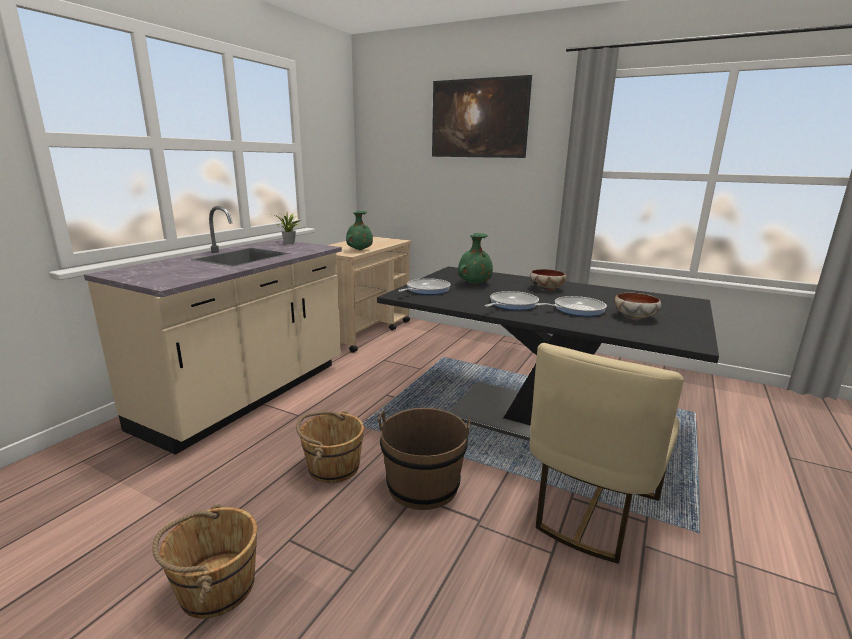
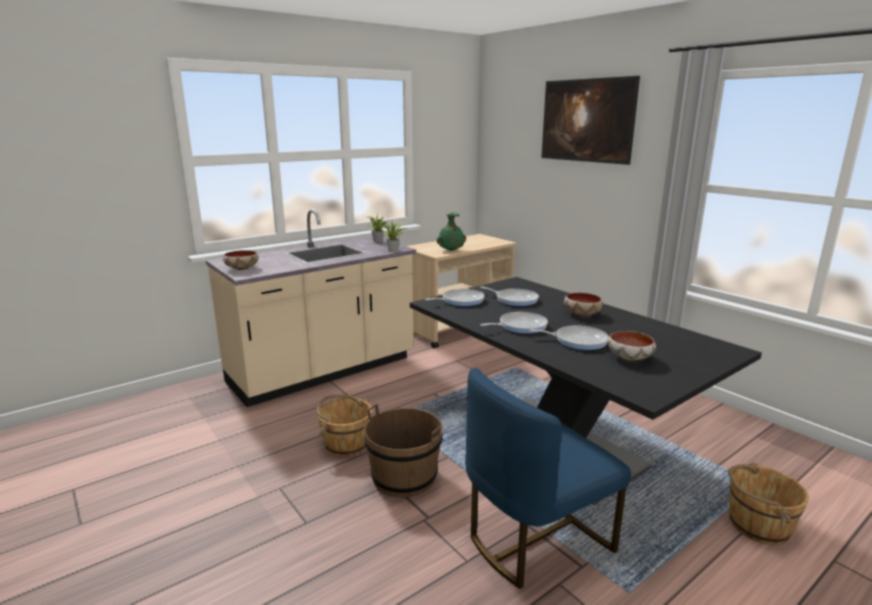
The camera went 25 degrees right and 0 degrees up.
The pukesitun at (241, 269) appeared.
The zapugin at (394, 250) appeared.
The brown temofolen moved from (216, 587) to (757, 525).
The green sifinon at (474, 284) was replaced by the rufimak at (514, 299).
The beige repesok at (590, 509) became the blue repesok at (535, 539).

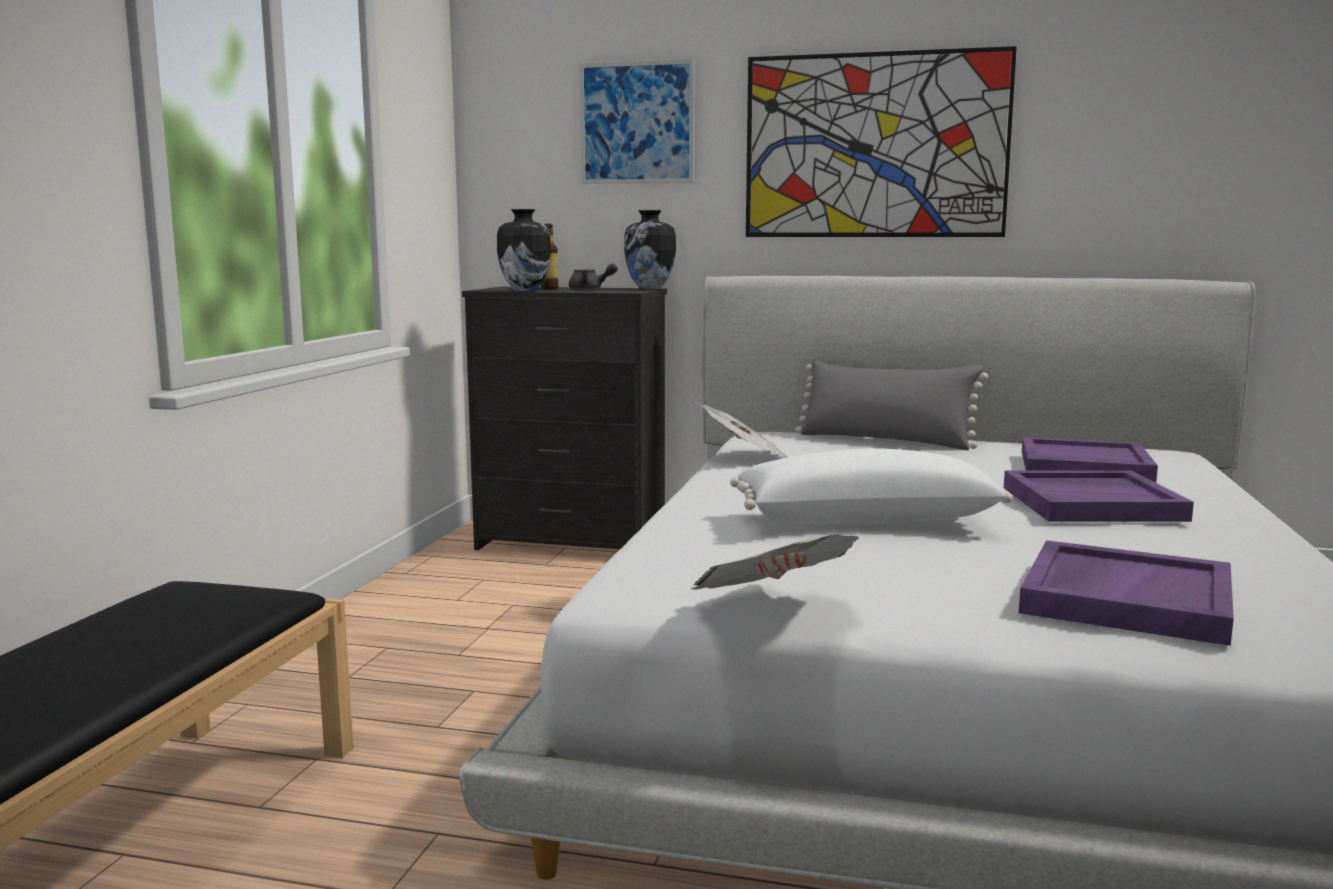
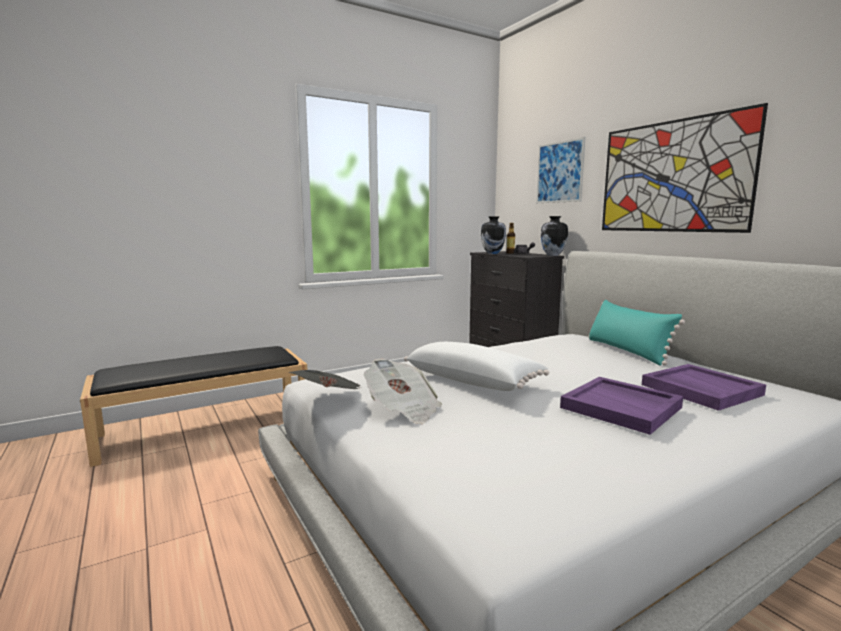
The camera went 45 degrees right and 0 degrees up.
The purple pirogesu at (1125, 598) disappeared.
The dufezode moved from (745, 457) to (403, 409).
The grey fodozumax at (885, 440) became the turquoise fodozumax at (627, 351).

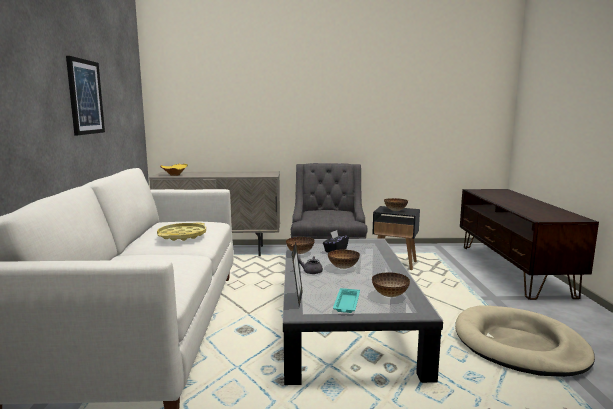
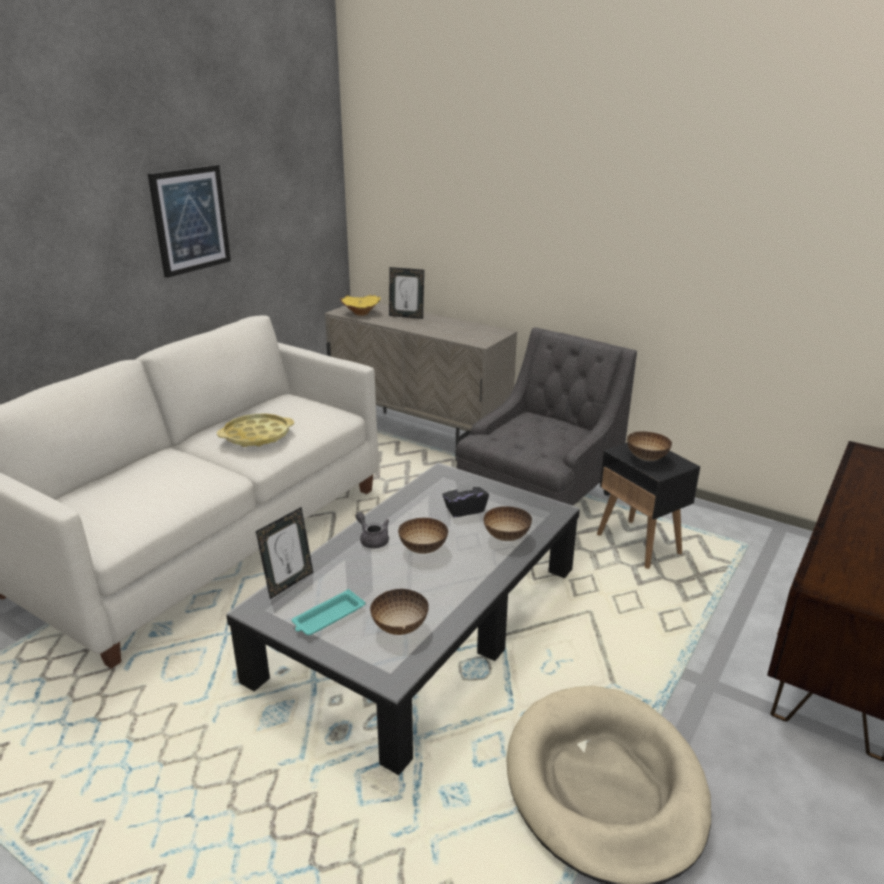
The camera went 35 degrees right and 15 degrees up.
The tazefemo at (406, 316) appeared.
The pukesitun moved from (300, 253) to (506, 536).

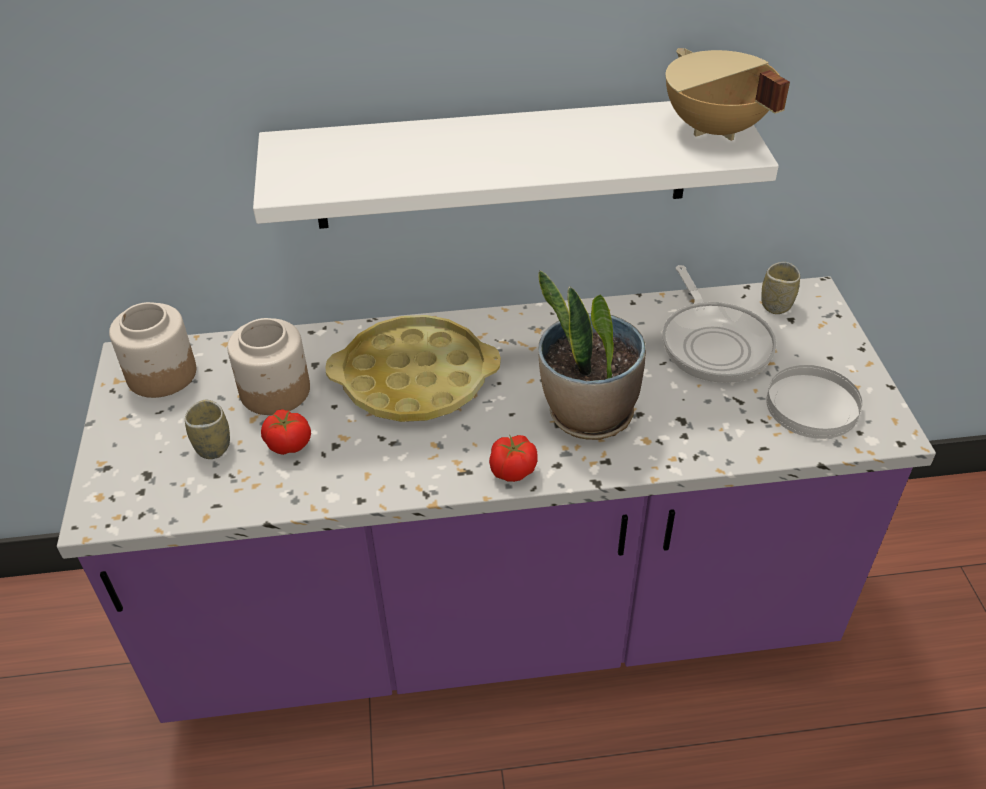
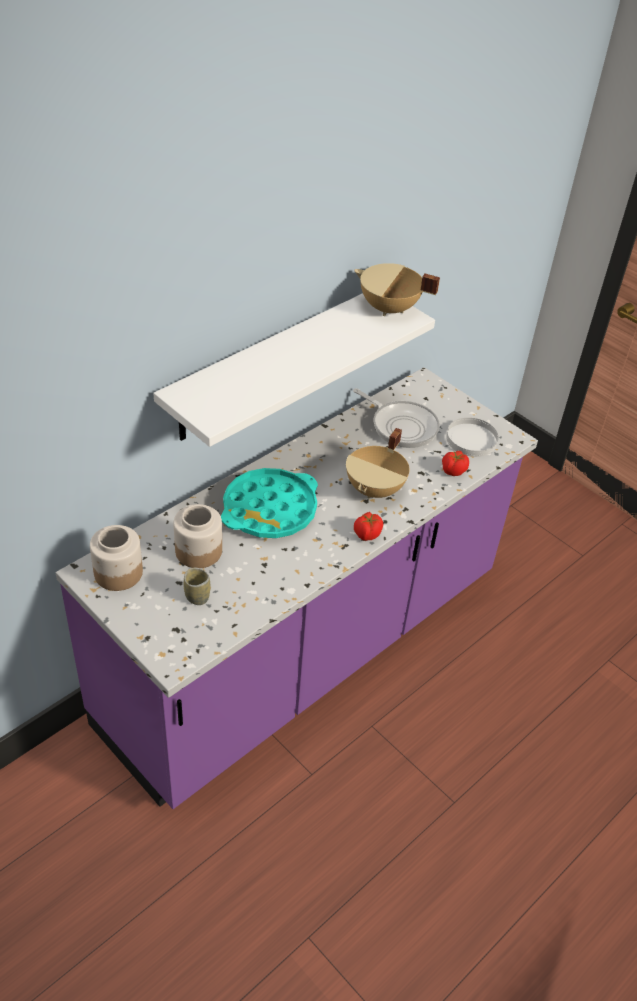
The camera went 40 degrees left and 0 degrees up.
The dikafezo at (776, 305) disappeared.
The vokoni moved from (289, 445) to (453, 471).
The zapugin at (588, 415) was replaced by the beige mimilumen at (376, 489).
The yellow pirogesu at (415, 379) became the turquoise pirogesu at (270, 510).

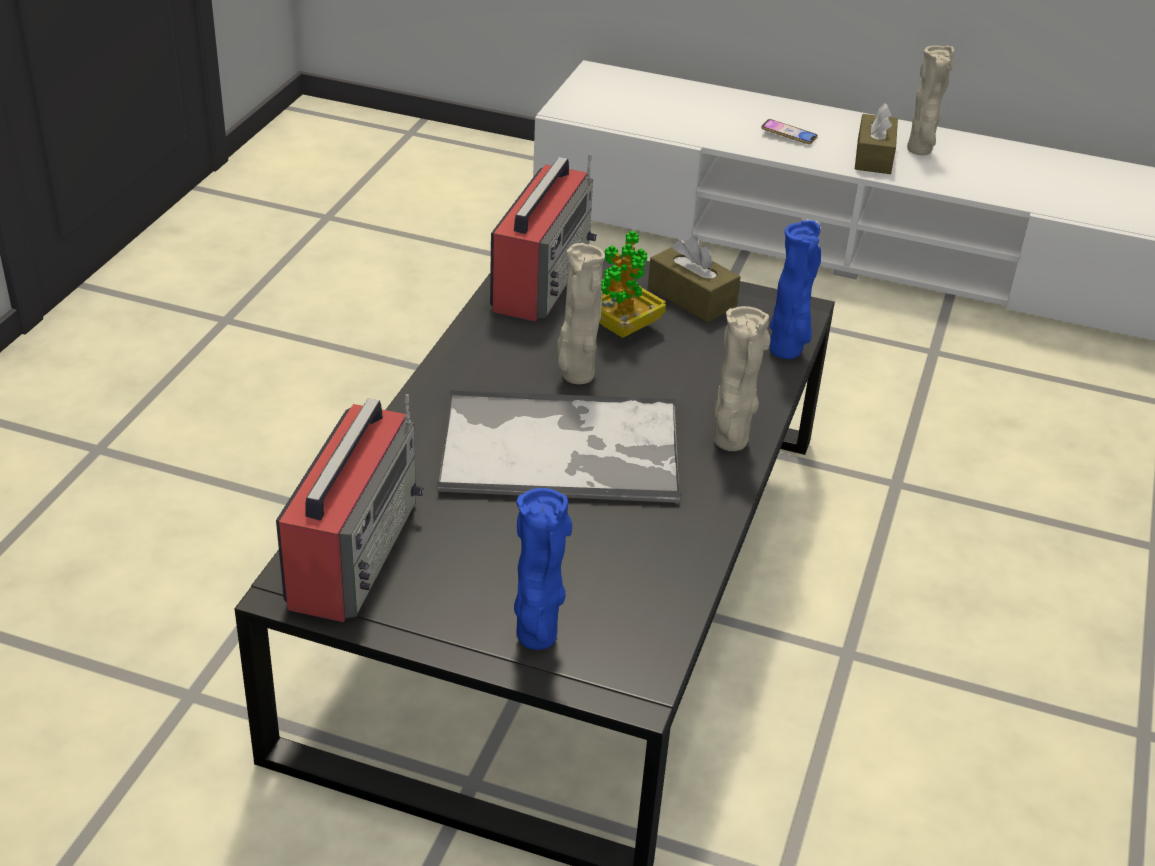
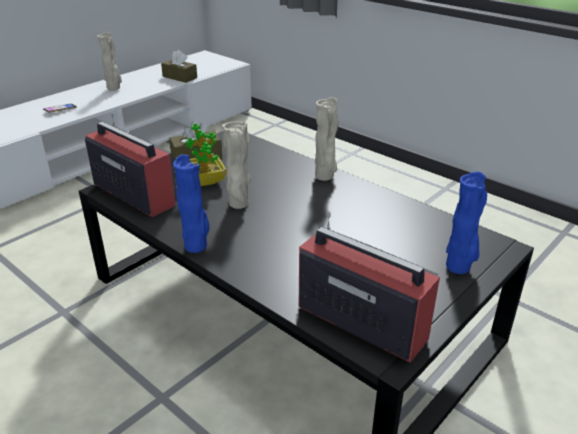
The camera went 65 degrees left and 5 degrees down.
The pirogesu at (563, 449) disappeared.
The blue sifinon moved from (787, 351) to (197, 246).
The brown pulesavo moved from (874, 157) to (180, 77).

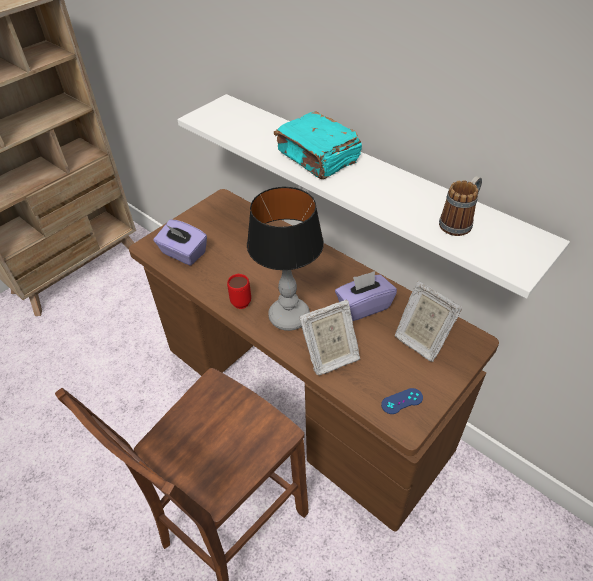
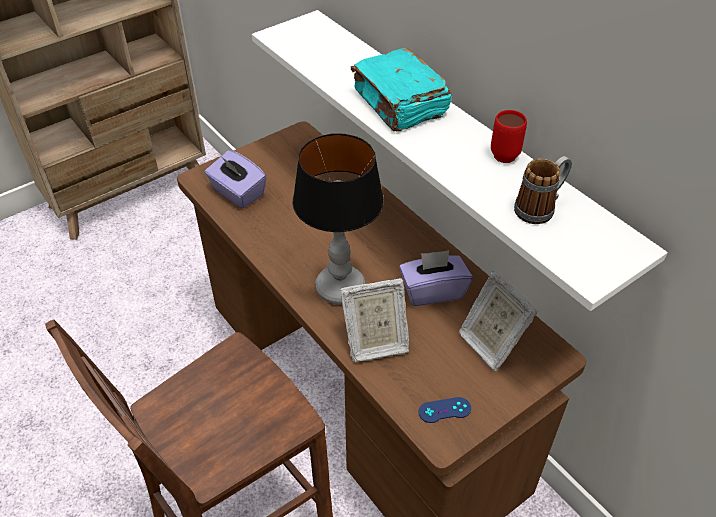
The camera went 10 degrees right and 0 degrees up.
The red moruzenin moved from (241, 300) to (504, 152).

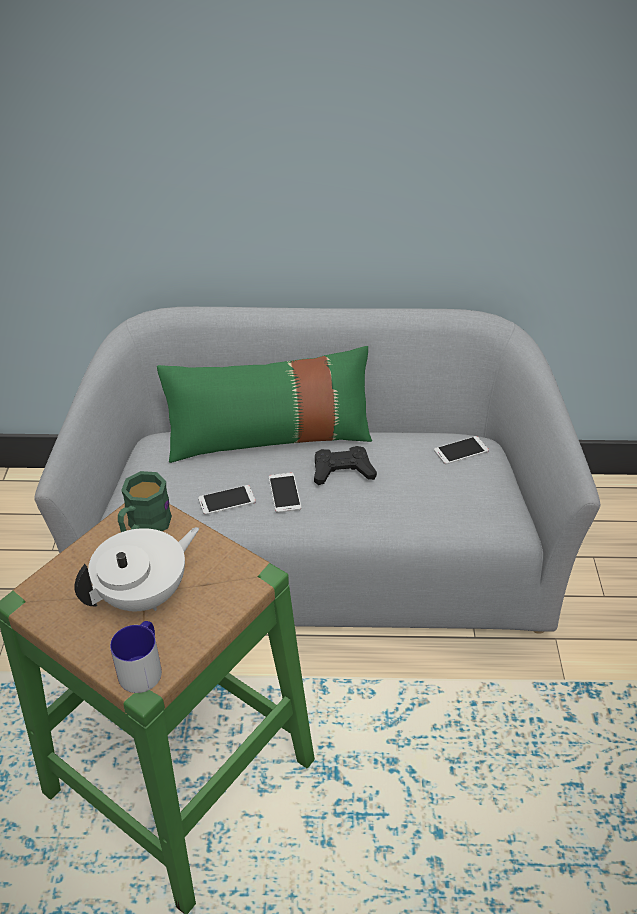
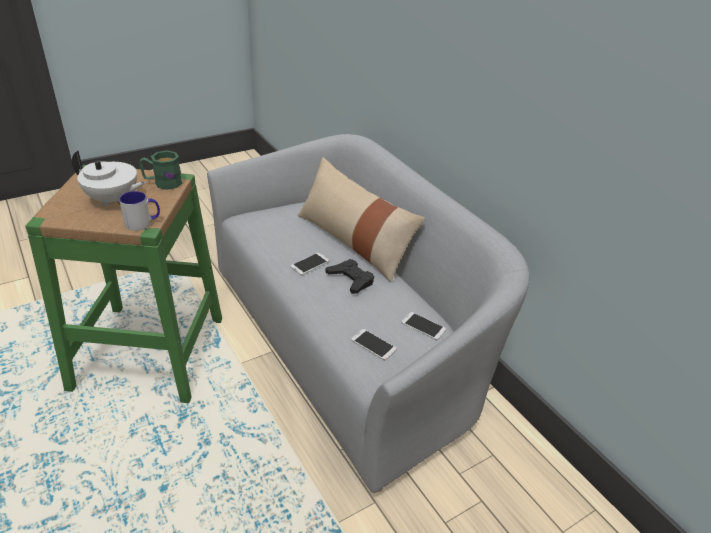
The camera went 55 degrees right and 5 degrees down.
The moruzenin moved from (143, 667) to (143, 223).
The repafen moved from (227, 500) to (373, 345).
The green fodozumax at (269, 437) became the beige fodozumax at (353, 241).

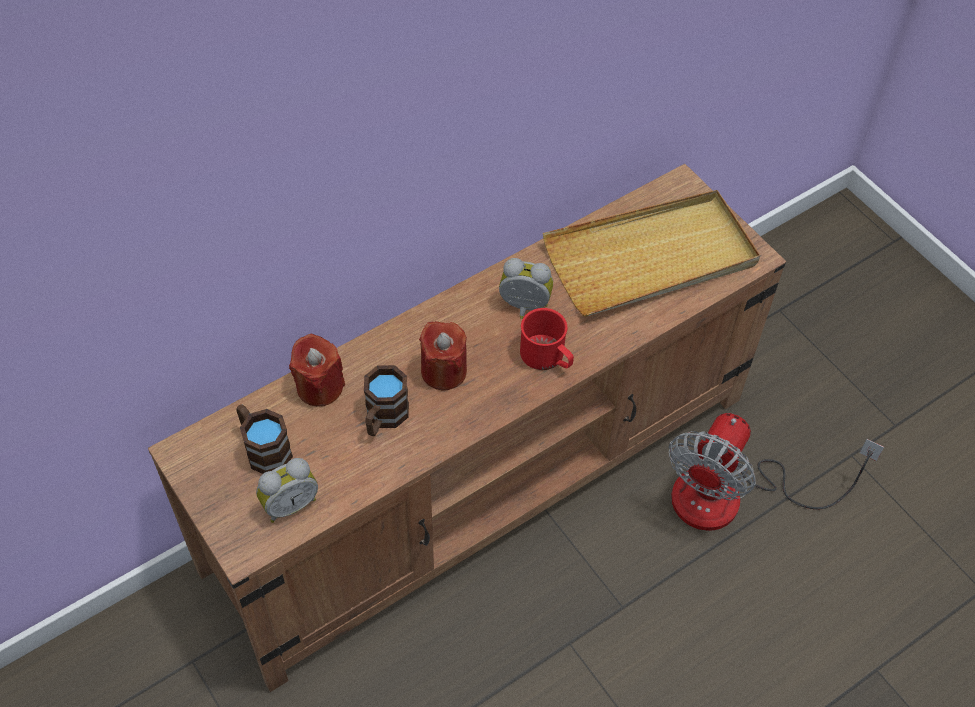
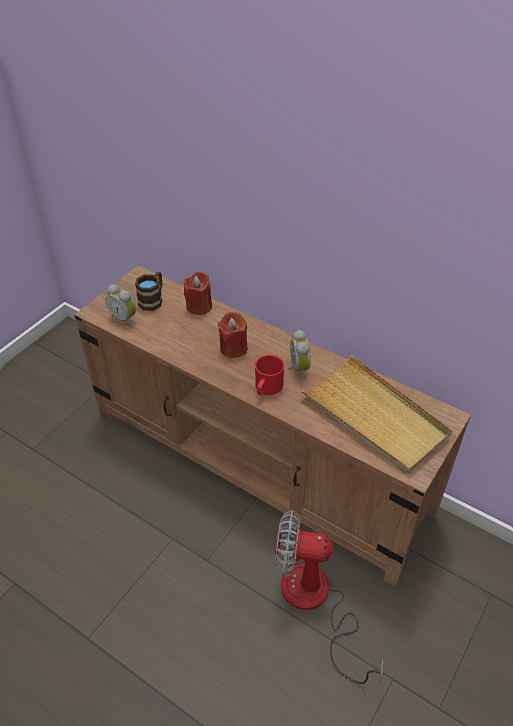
The camera went 70 degrees right and 10 degrees down.
The brown moruzenin at (383, 418) disappeared.

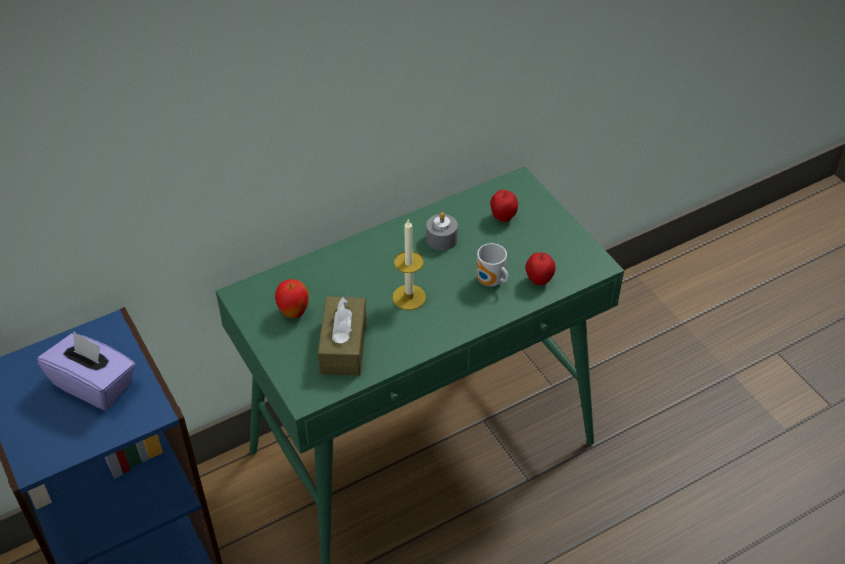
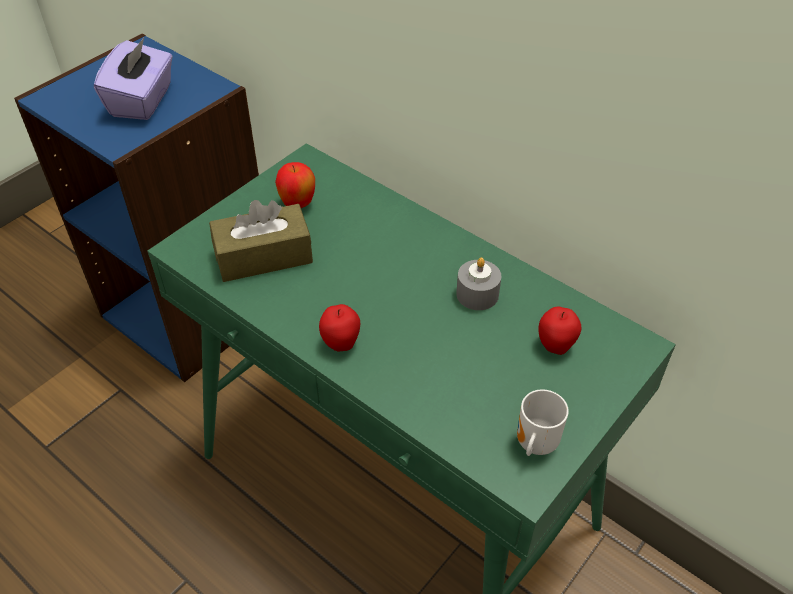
The camera went 70 degrees right and 0 degrees up.
The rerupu at (409, 297) disappeared.
The moruzenin moved from (491, 282) to (533, 444).
The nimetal moved from (538, 280) to (341, 343).

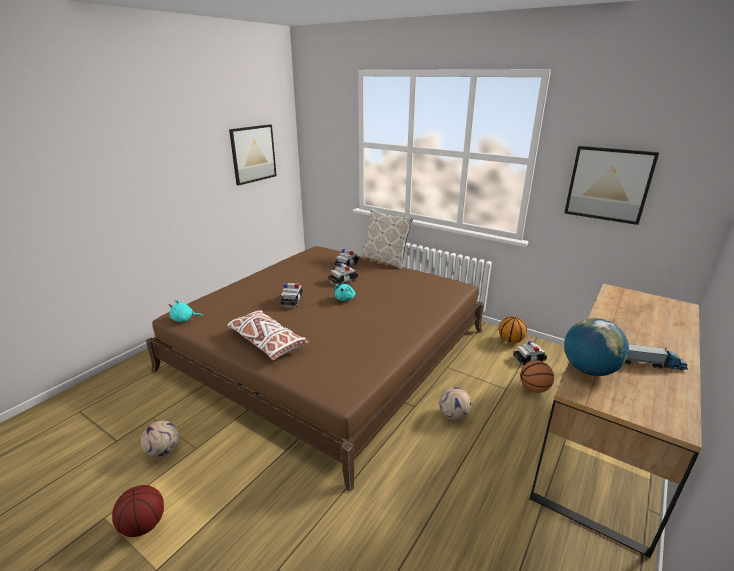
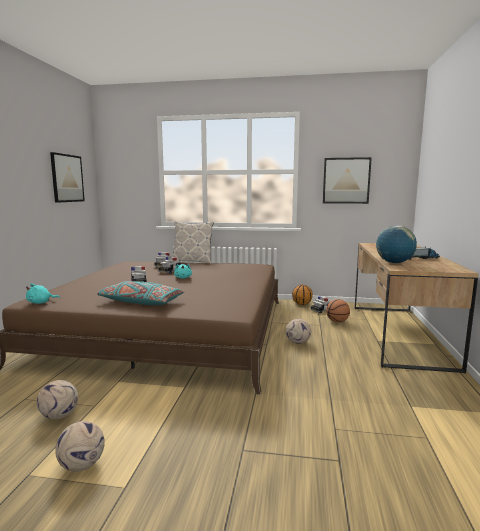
The camera went 25 degrees left and 15 degrees down.
The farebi at (143, 525) was replaced by the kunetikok at (82, 465).
The white fodozumax at (267, 342) became the turquoise fodozumax at (141, 302).

